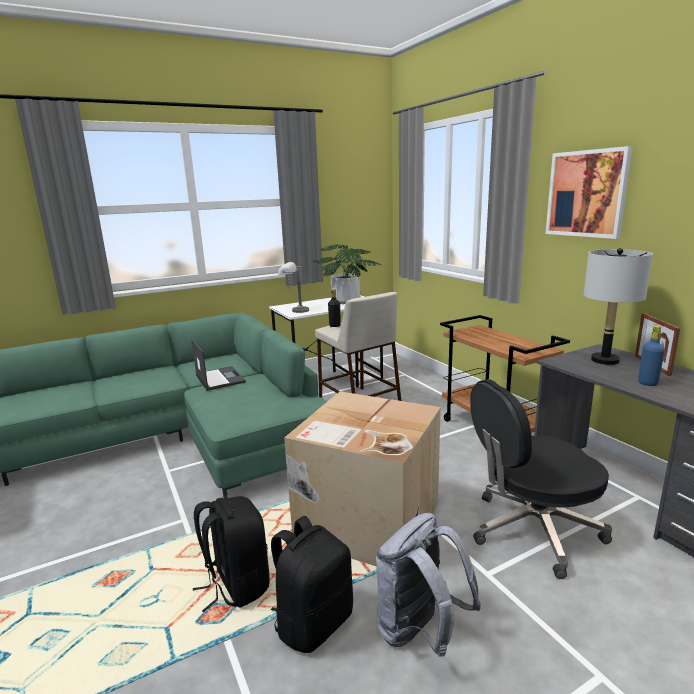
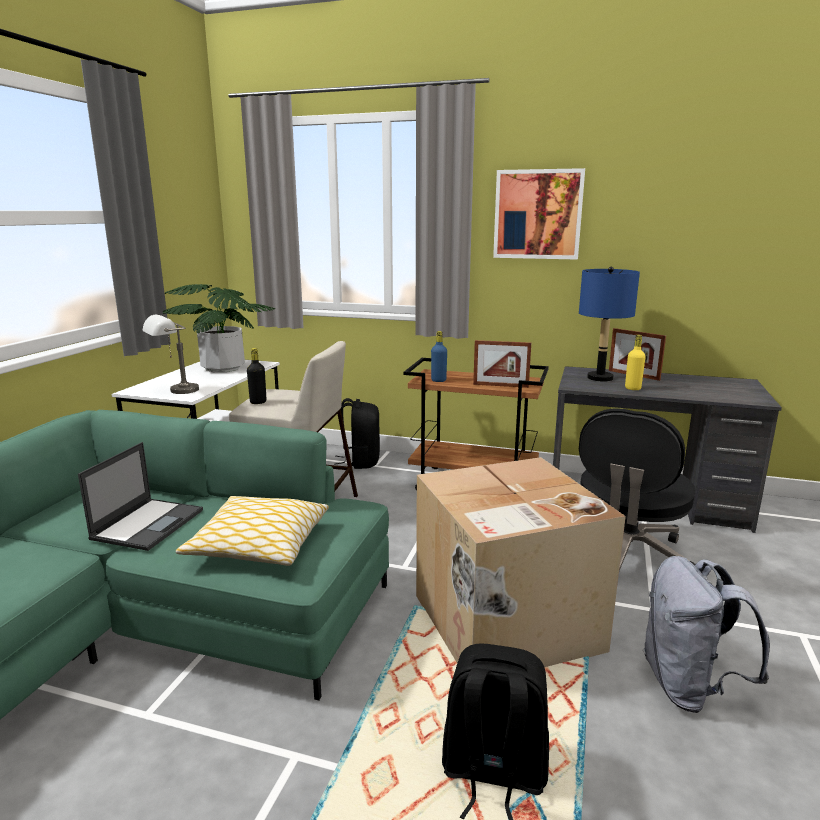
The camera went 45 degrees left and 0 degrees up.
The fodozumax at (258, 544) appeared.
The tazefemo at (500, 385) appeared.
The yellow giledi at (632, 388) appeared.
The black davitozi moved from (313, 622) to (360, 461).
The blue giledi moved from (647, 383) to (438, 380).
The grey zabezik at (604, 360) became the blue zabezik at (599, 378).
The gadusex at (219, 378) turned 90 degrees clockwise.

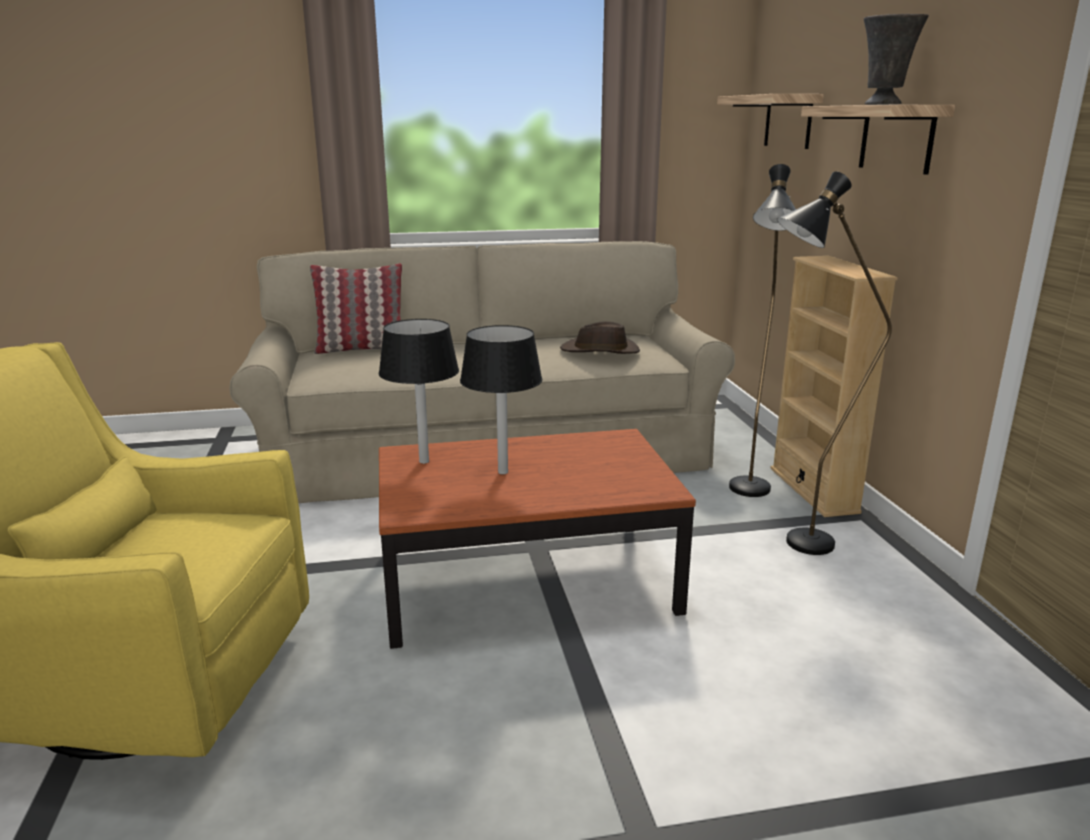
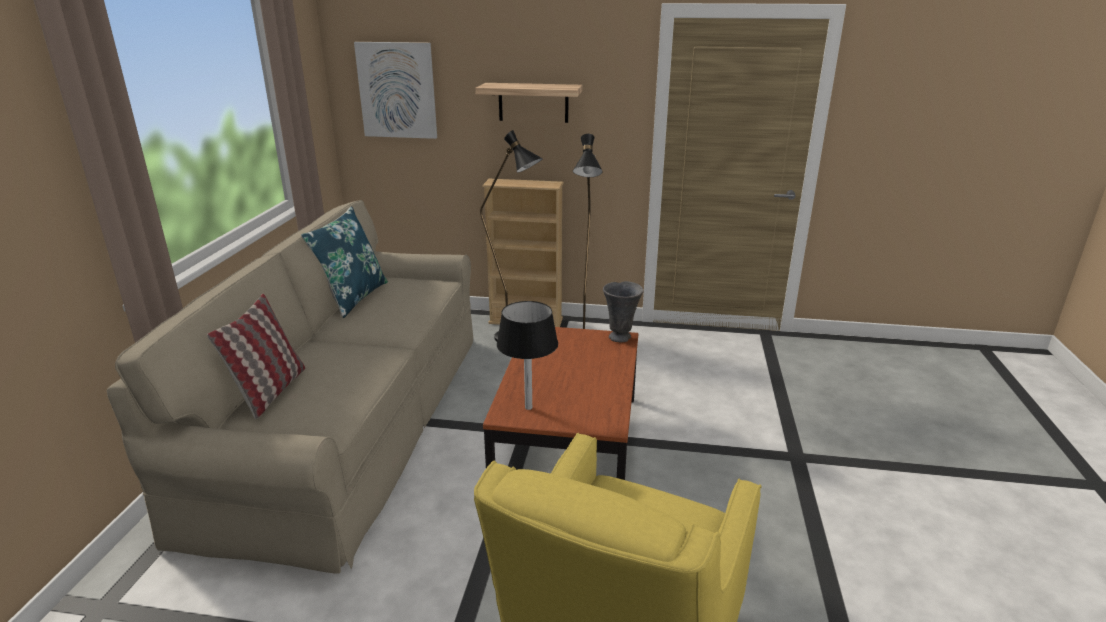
The camera went 70 degrees left and 5 degrees up.
The black zabezik at (502, 472) disappeared.
The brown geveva at (600, 351) disappeared.
The blue fodozumax at (352, 297) appeared.
The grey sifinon moved from (884, 104) to (621, 337).
The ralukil at (788, 121) was replaced by the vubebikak at (397, 90).

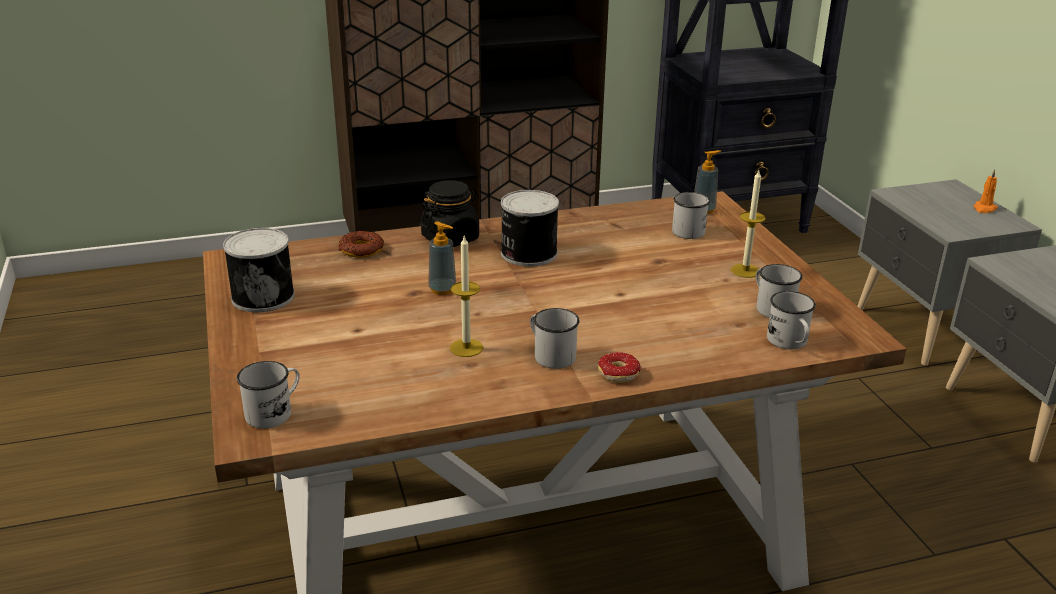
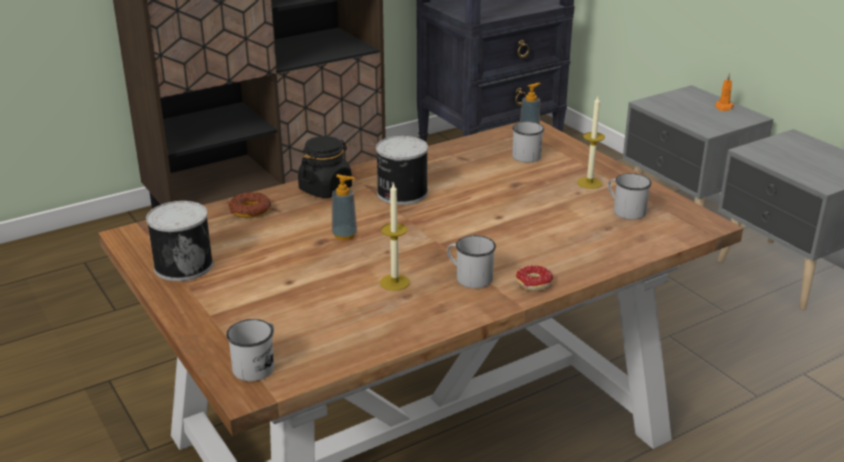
The camera went 15 degrees left and 0 degrees up.
The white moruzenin at (790, 343) disappeared.

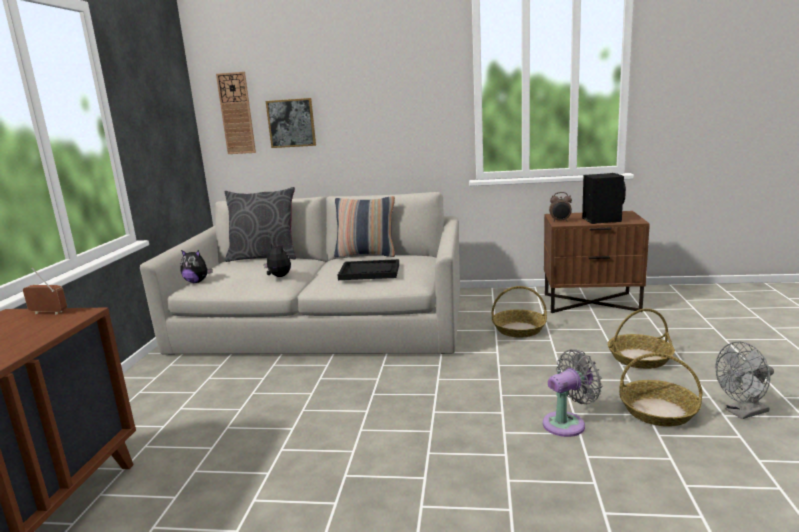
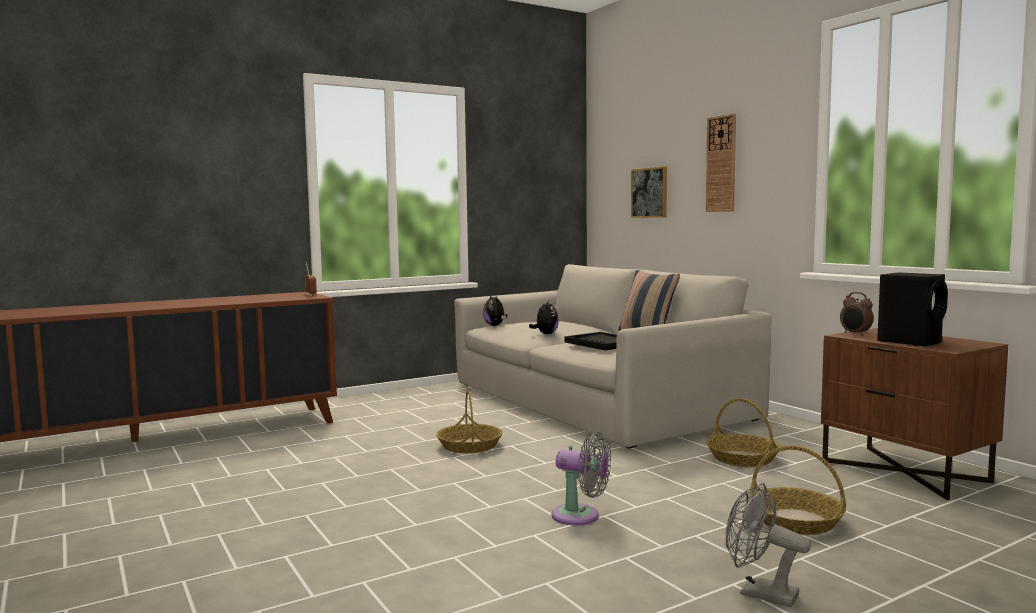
The camera went 50 degrees right and 10 degrees down.
The grey fodozumax at (264, 257) disappeared.
The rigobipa moved from (236, 113) to (721, 164).
The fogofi moved from (658, 411) to (470, 446).

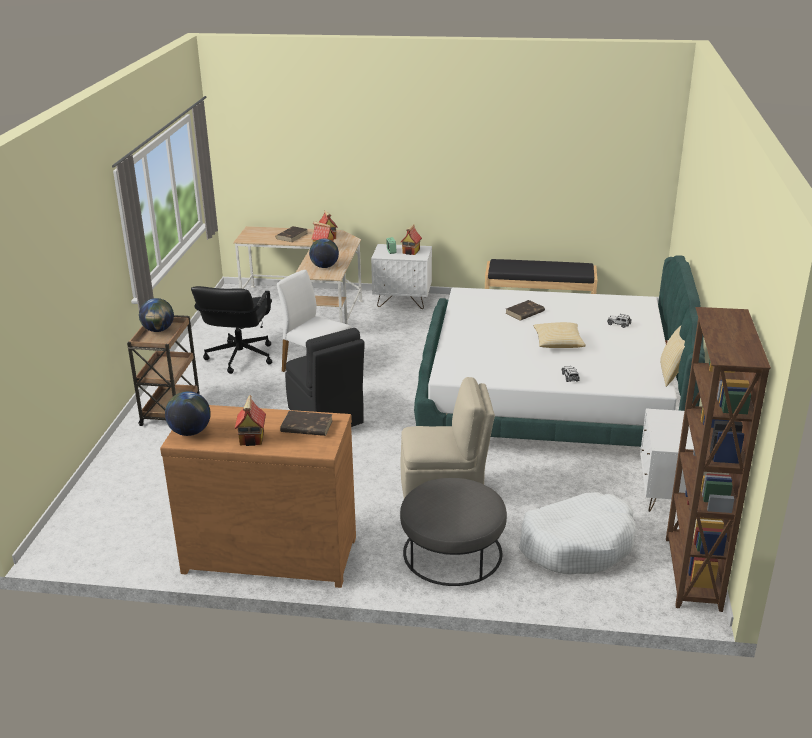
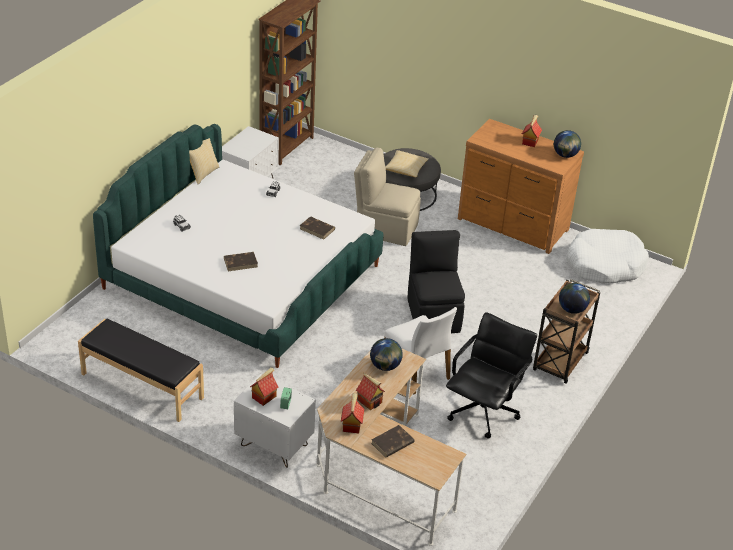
The camera went 160 degrees left and 10 degrees up.
The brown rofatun moved from (306, 426) to (317, 229).
The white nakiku moved from (577, 545) to (604, 265).
The fodozumax moved from (558, 343) to (405, 169).

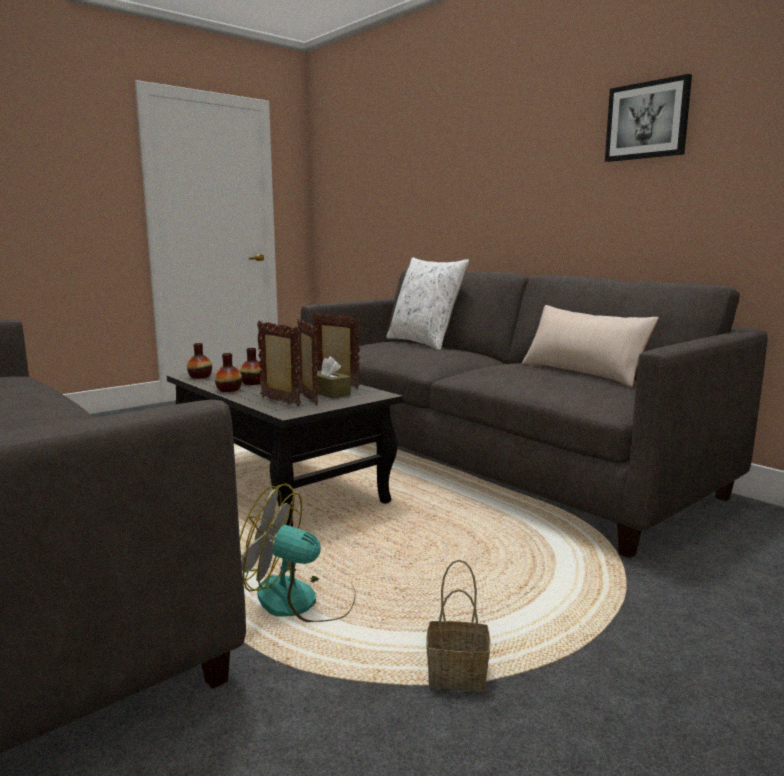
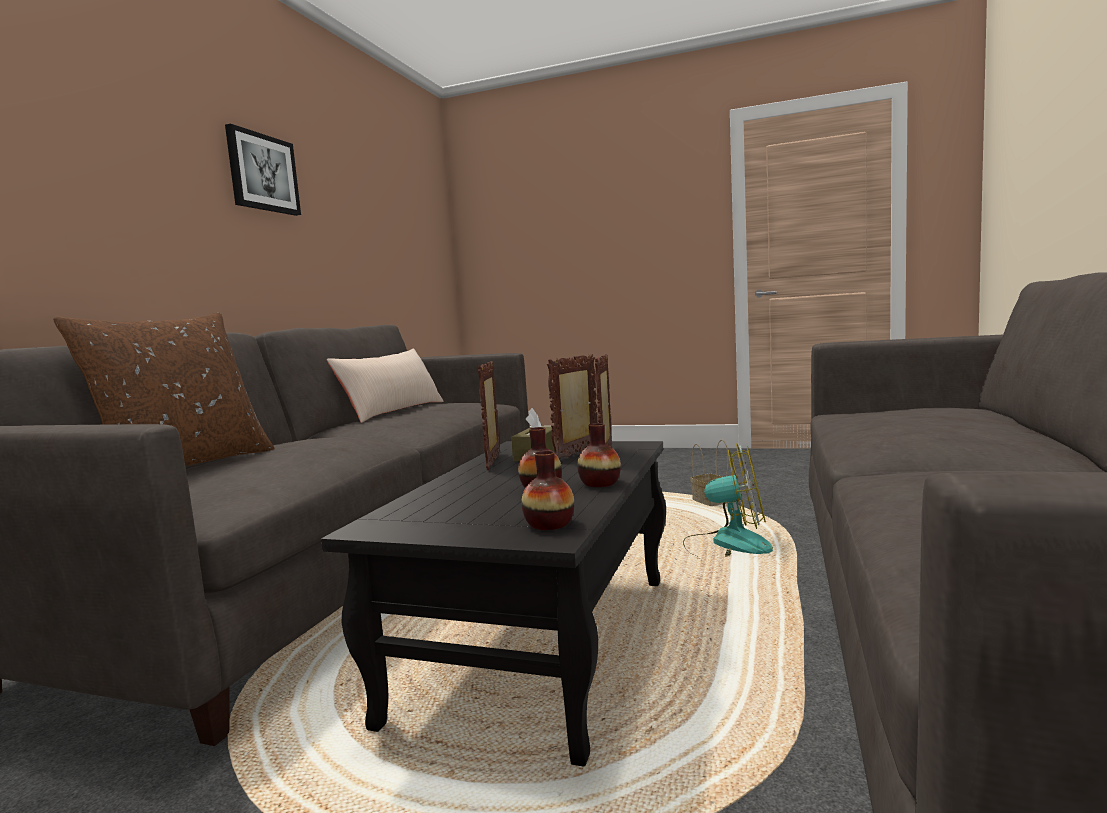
The camera went 120 degrees left and 5 degrees down.
The white fodozumax at (424, 343) became the brown fodozumax at (186, 467).
The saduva at (301, 601) turned 60 degrees counterclockwise.

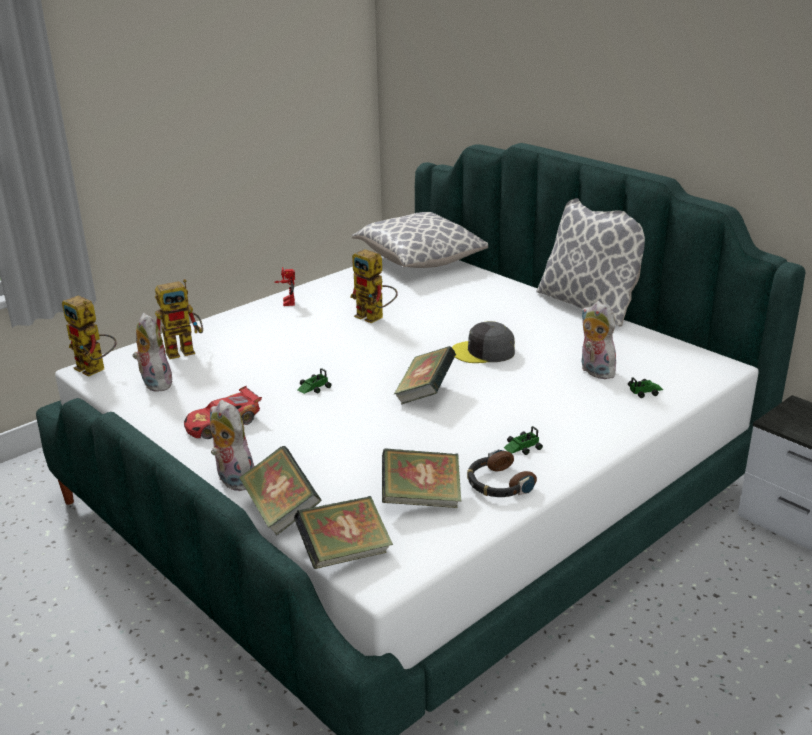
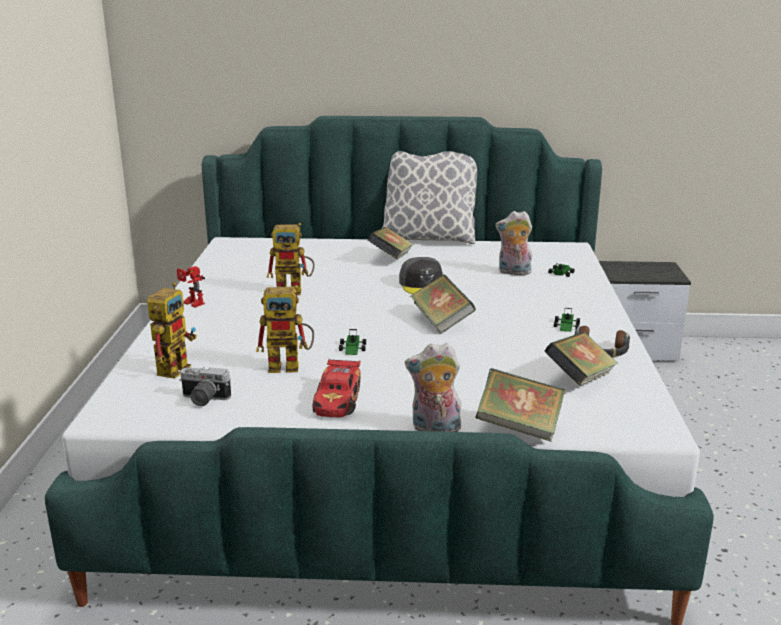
The camera went 45 degrees left and 5 degrees down.
The fodozumax at (419, 260) disappeared.
The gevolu moved from (96, 370) to (291, 366).
The rofatun moved from (345, 554) to (391, 258).
The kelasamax at (154, 383) was replaced by the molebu at (203, 400).
The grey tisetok at (484, 352) turned 60 degrees counterclockwise.

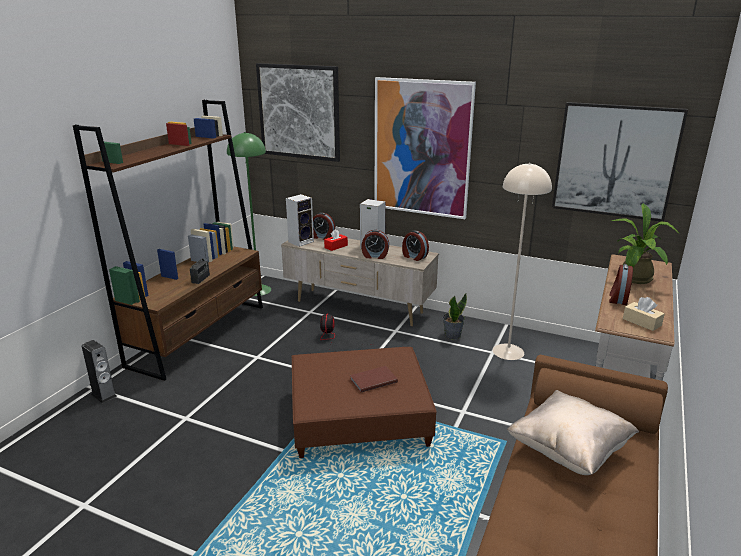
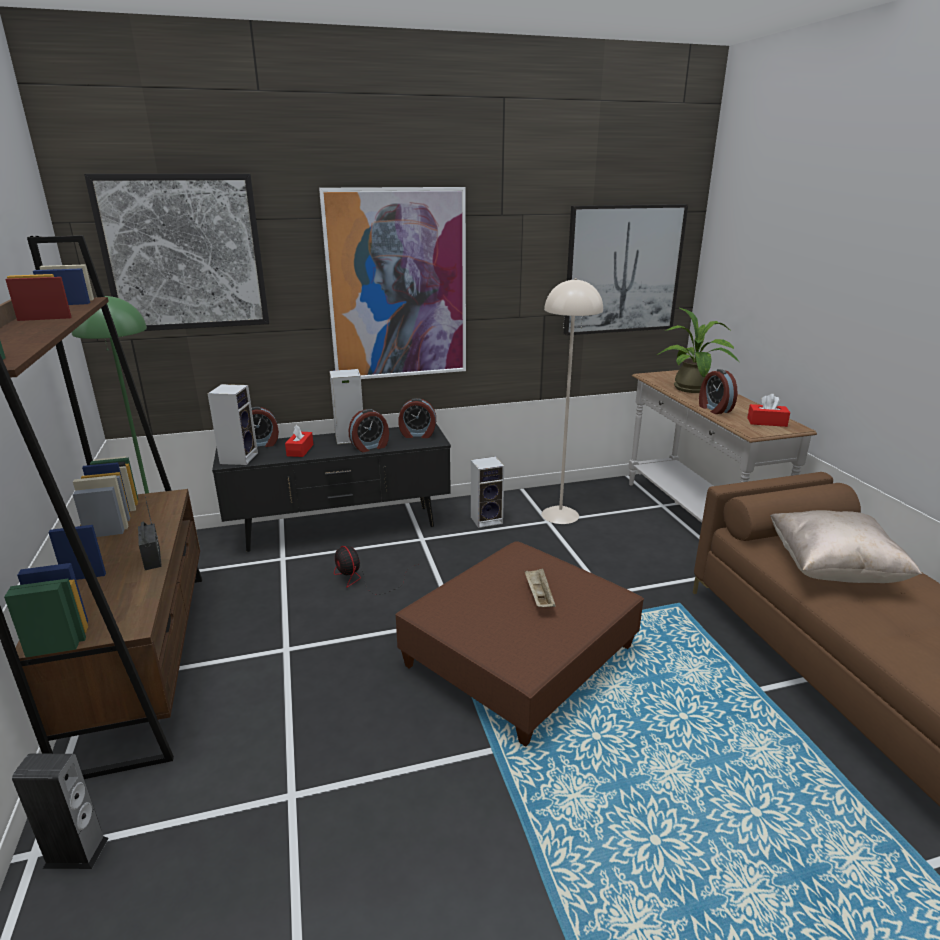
The camera went 40 degrees left and 0 degrees up.
The brown rofatun at (372, 380) was replaced by the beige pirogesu at (538, 596).
The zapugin at (452, 335) was replaced by the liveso at (487, 519).
The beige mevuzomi at (358, 307) became the black mevuzomi at (341, 529).
The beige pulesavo at (642, 322) became the red pulesavo at (767, 422).

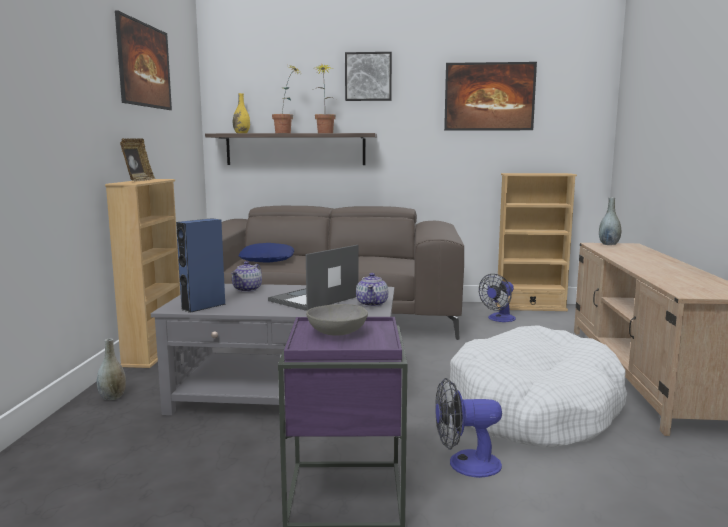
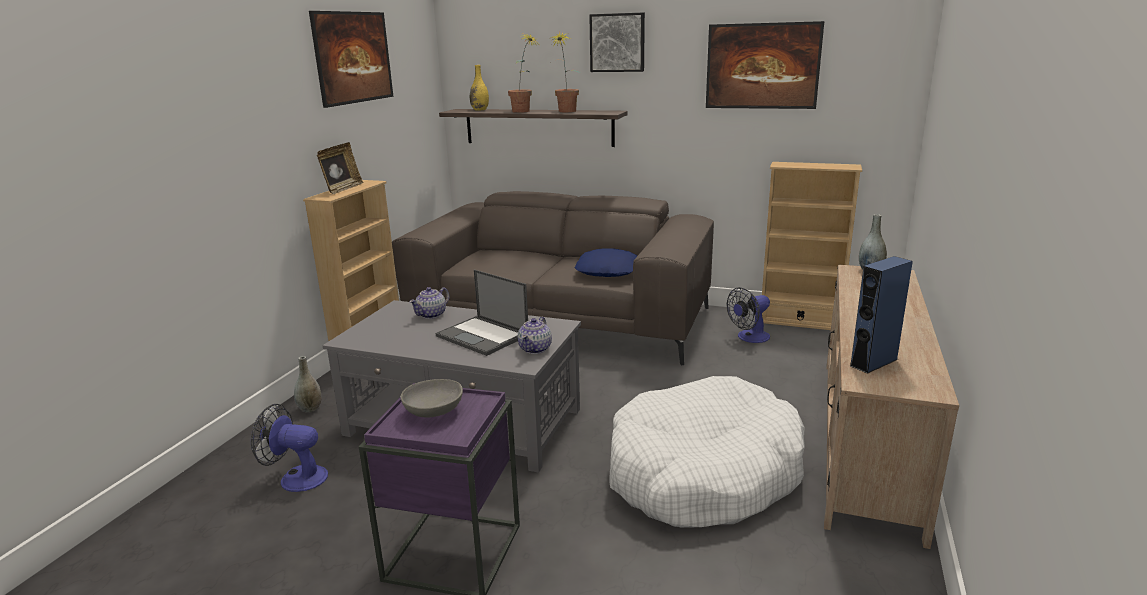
The camera went 15 degrees right and 10 degrees up.
The blue liveso moved from (203, 306) to (873, 362).
The blue fodozumax moved from (268, 260) to (608, 270).
The saduva moved from (465, 464) to (296, 477).
The gadusex at (313, 299) turned 105 degrees counterclockwise.

